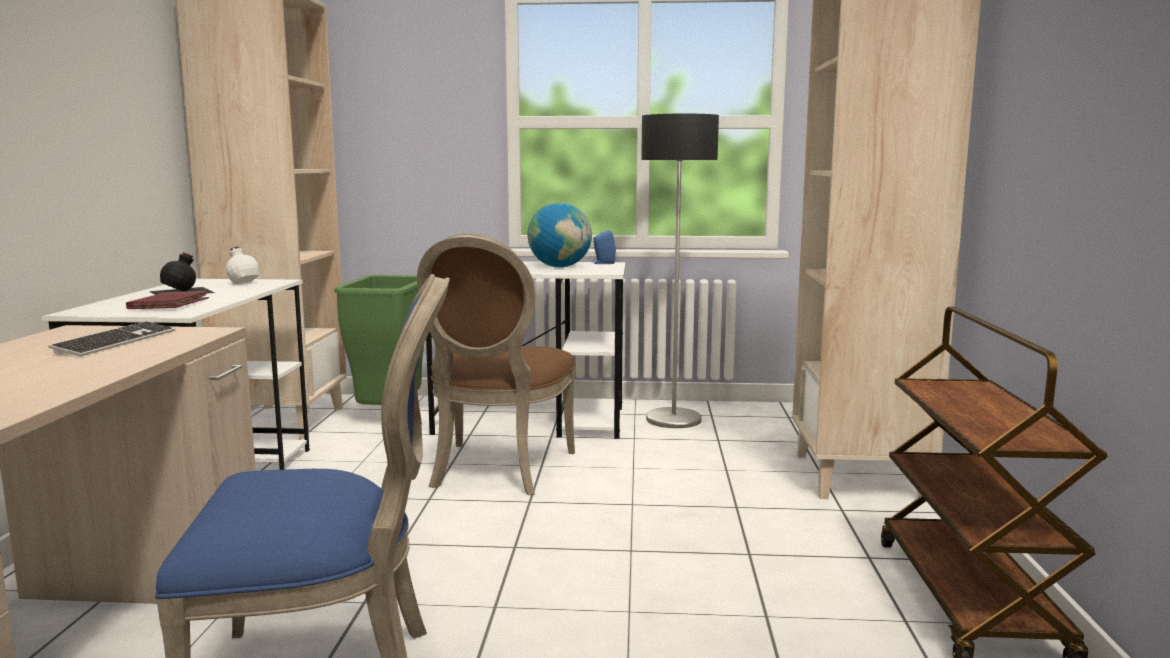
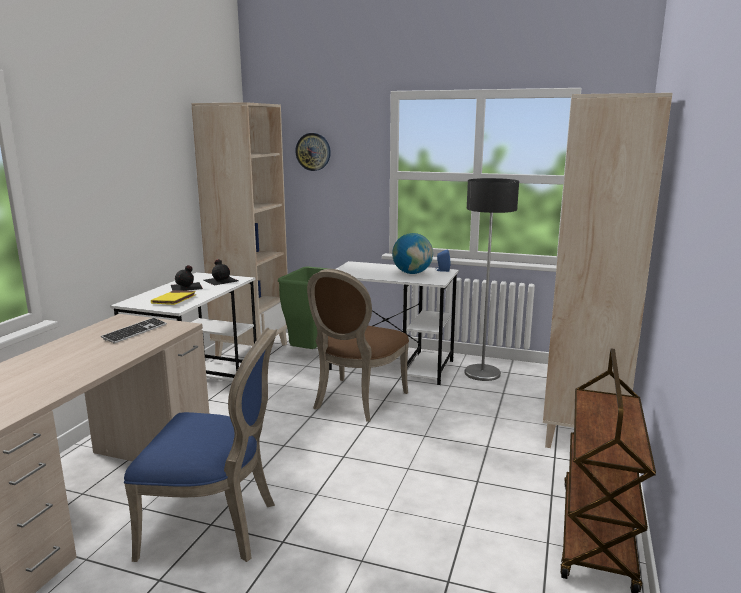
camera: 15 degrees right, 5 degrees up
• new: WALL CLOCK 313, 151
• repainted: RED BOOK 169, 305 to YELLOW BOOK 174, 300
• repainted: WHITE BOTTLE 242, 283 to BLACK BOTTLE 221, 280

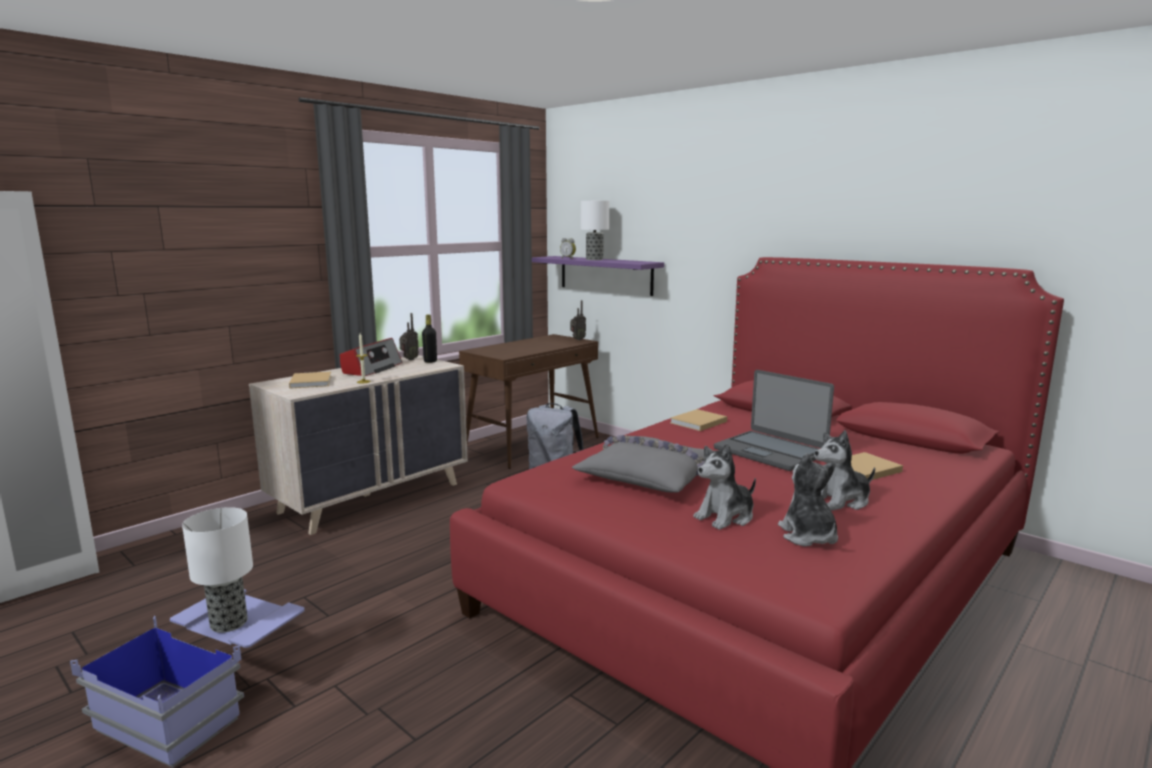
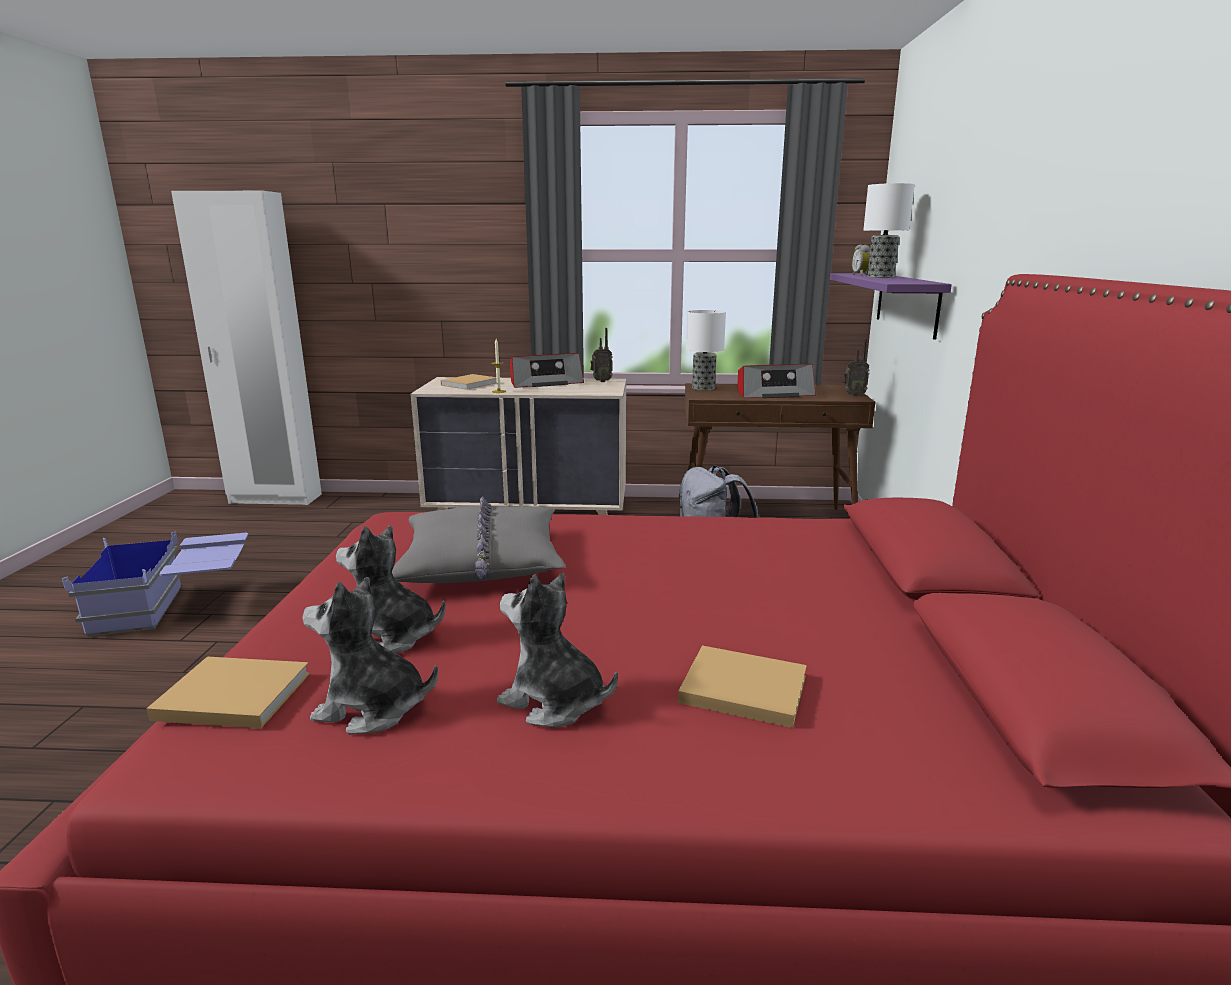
camera: 50 degrees right, 5 degrees up
• gone: BLACK BOTTLE 430, 361
• gone: LAPTOP 770, 451
• new: RADIO 773, 394
• shifted: TABLE LAMP 230, 622 to 704, 388
• shifted: BEIGE BOOK 697, 422 to 229, 695
• rotated: PLUSH TOY 808, 536 = 372, 708 120 degrees counterclockwise

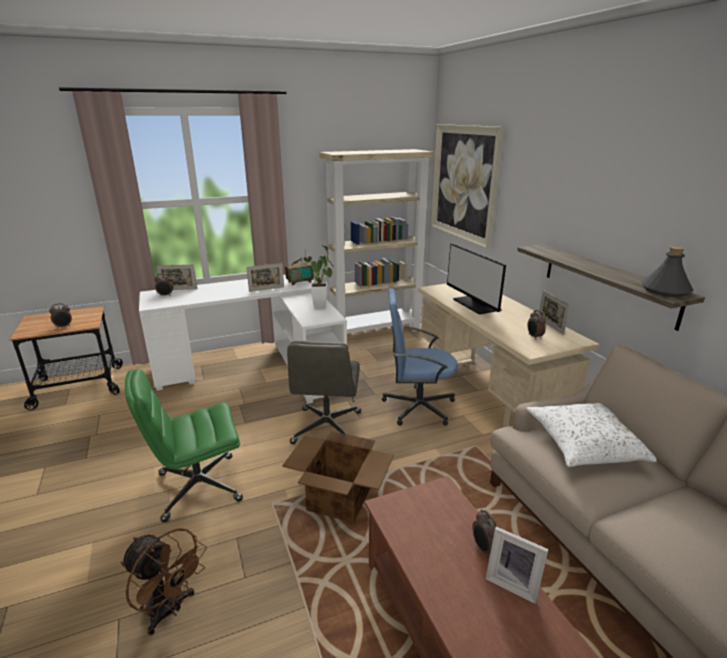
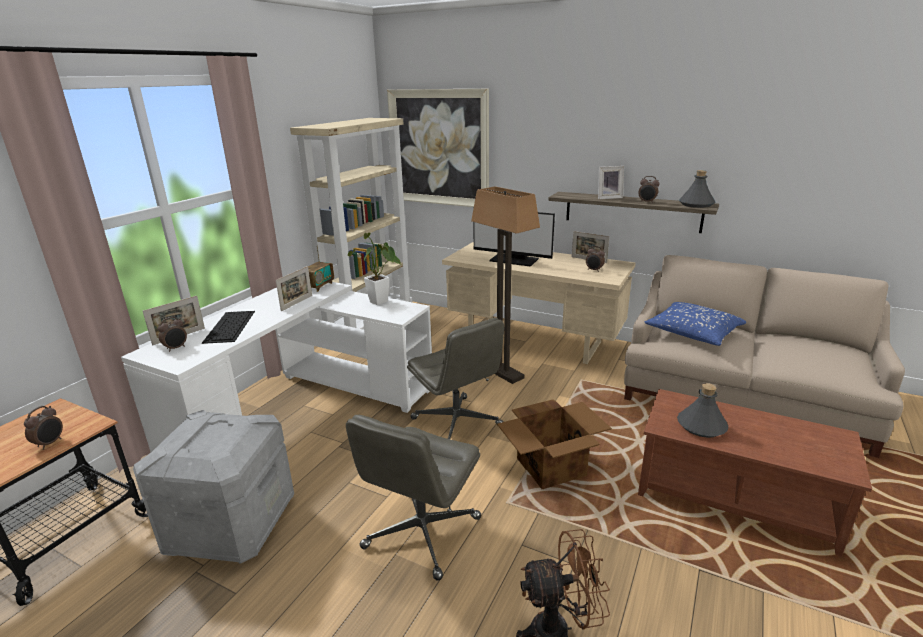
camera: 40 degrees left, 0 degrees up
• new: GREY STORAGE BOX 231, 524
• new: KEYBOARD 230, 326
• new: GREY BOTTLE 701, 426
• shifted: ALARM CLOCK 484, 549 to 647, 202
• shifted: PICTURE FRAME 513, 583 to 608, 197
• swapped: BLUE OFFICE CHAIR 417, 407 to FLOOR LAMP 502, 372
• repainted: GREEN OFFICE CHAIR 198, 487 to GREY OFFICE CHAIR 421, 534
• repainted: WHITE PILLOW 583, 444 to BLUE PILLOW 692, 333

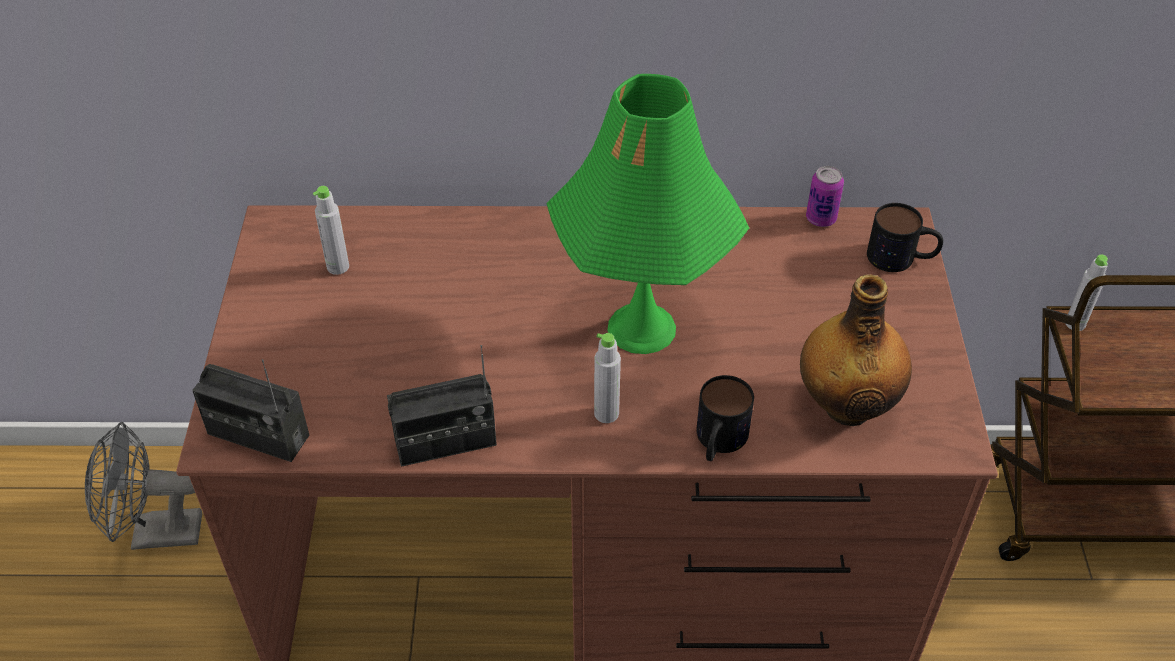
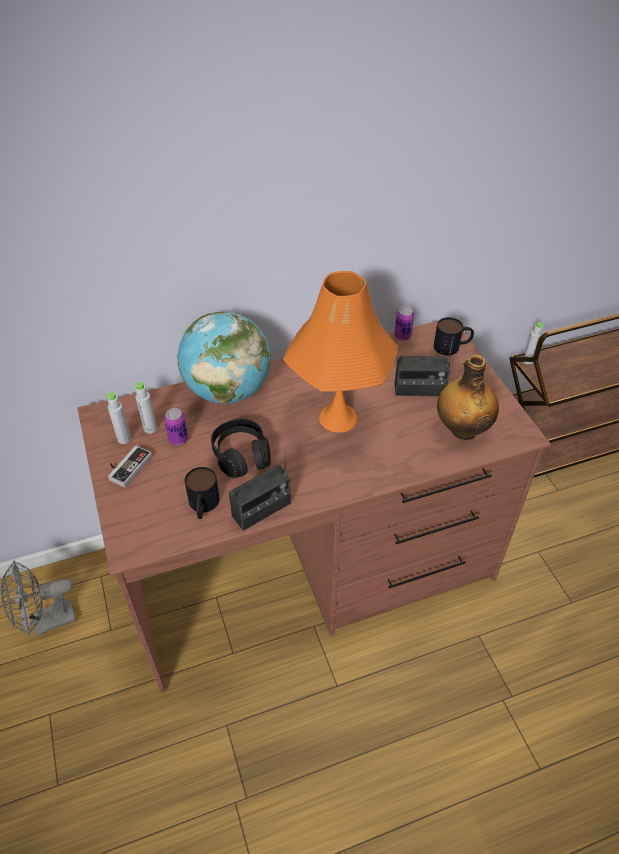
camera: 20 degrees left, 0 degrees up
• new: GAME CONTROLLER 127, 466
• new: CAN 178, 439
• new: GLOBE 228, 391
• new: BLACK HEADPHONES 241, 455
• shifted: RADIO 258, 435 to 419, 389
• shifted: GREY BOTTLE 606, 413 to 124, 439
• shifted: MUG 718, 442 to 203, 506
• repainted: GREEN TABLE LAMP 641, 327 to ORANGE TABLE LAMP 338, 417

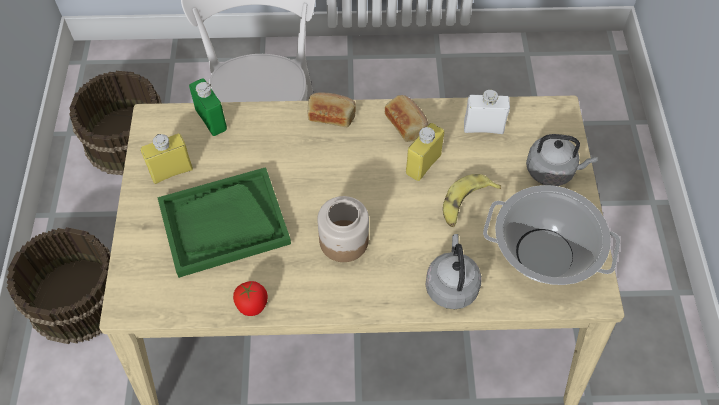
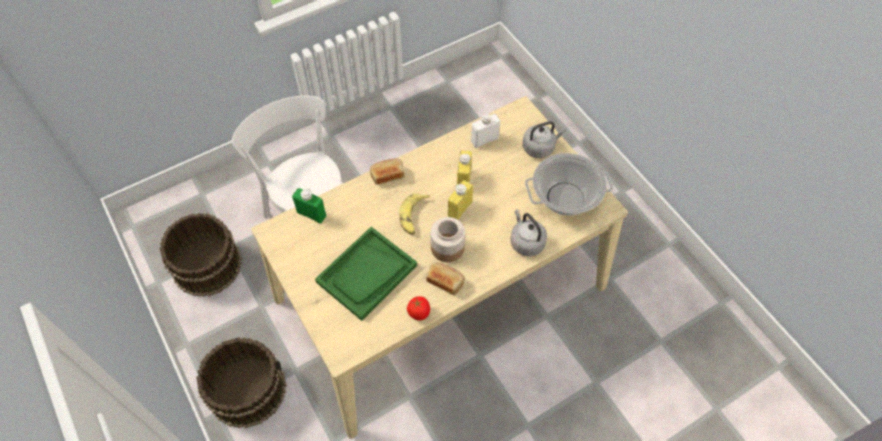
camera: 30 degrees left, 0 degrees up
• shifted: YELLOW BOTTLE 171, 171 to 460, 209
• shifted: BREAD 407, 124 to 445, 281
• shifted: BANANA 465, 204 to 413, 216

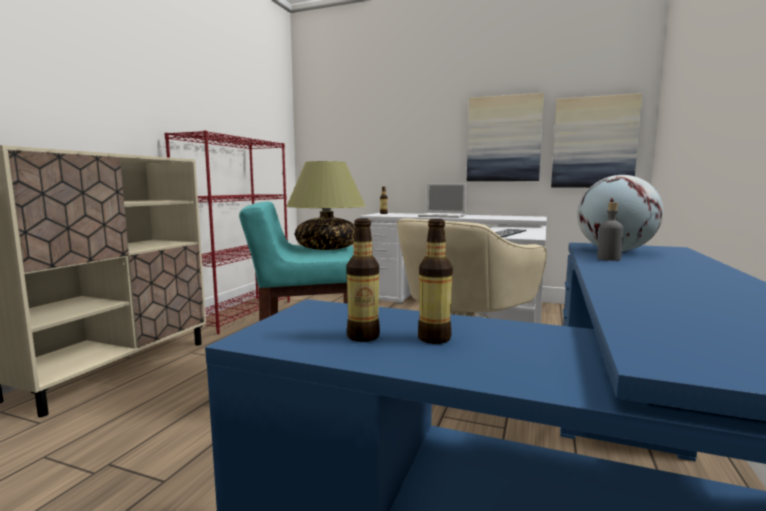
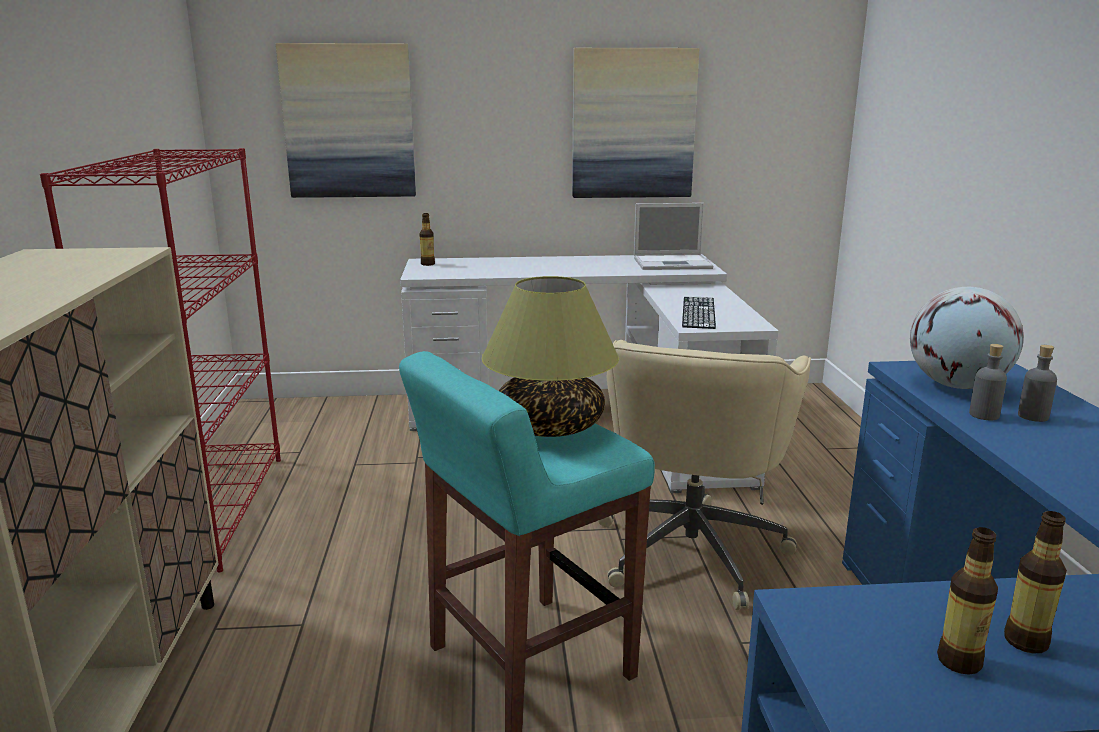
camera: 25 degrees left, 10 degrees up
• new: GREY BOTTLE 1033, 416
• shifted: LAPTOP 443, 216 to 673, 263
• shifted: PICTURE 594, 143 to 349, 121

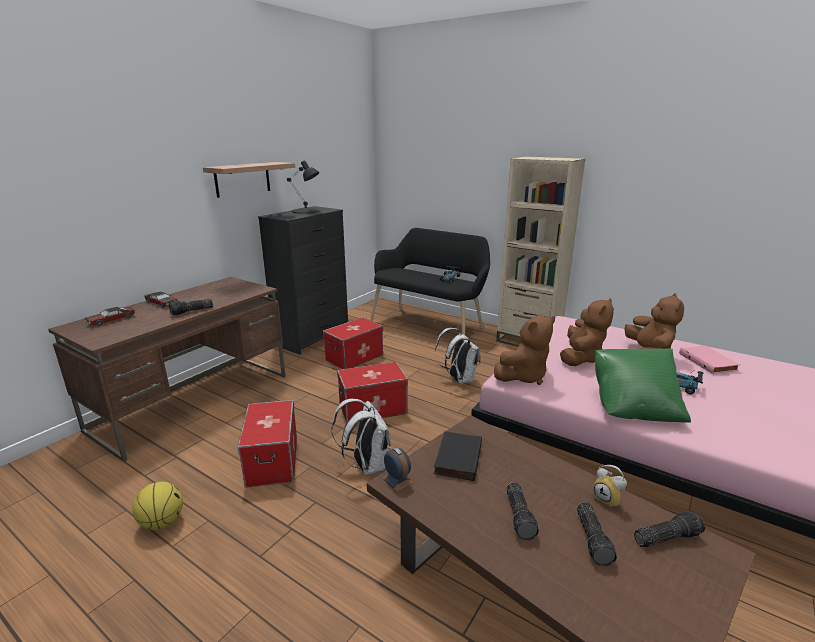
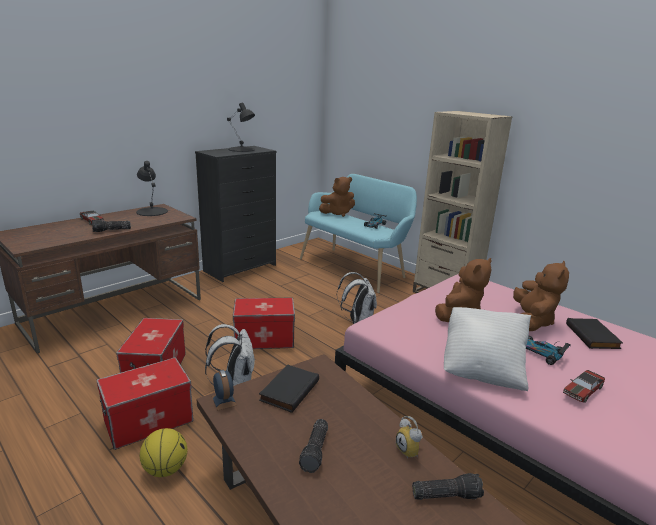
camera: 10 degrees right, 0 degrees up
• gone: SHELF 242, 179
• gone: FLASHLIGHT 594, 540
• new: BLACK TABLE LAMP 152, 211
• shifted: TOY CAR 111, 320 to 582, 391
• shifted: BASKETBALL 162, 522 to 165, 469
• shifted: STORAGE BOX 354, 357 to 148, 421
• shifted: BROWN PLUSH TOY 523, 376 to 338, 213
• repainted: BLACK BENCH 430, 323 to TURQUOISE BENCH 355, 267
• repainted: GREEN PILLOW 634, 407 to WHITE PILLOW 482, 369
• repainted: PINK BOOK 709, 362 to BLACK BOOK 593, 336

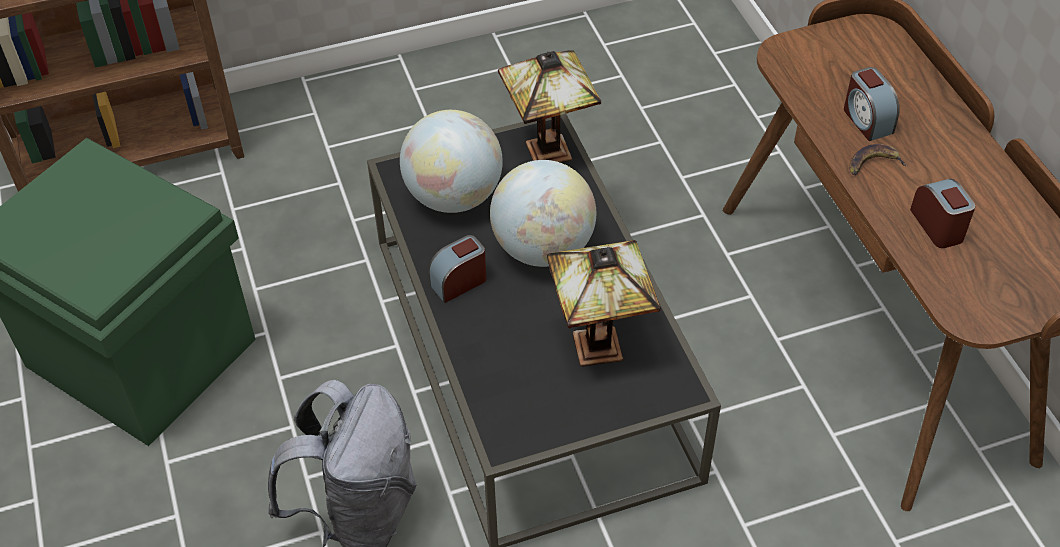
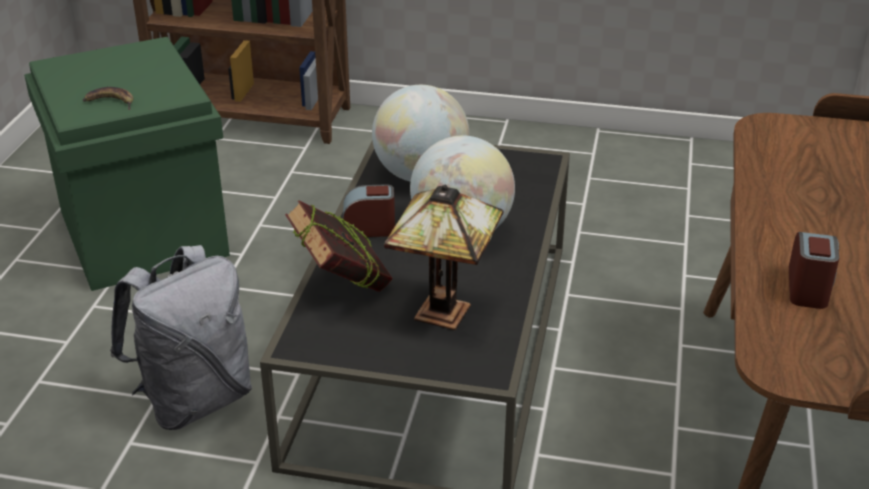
camera: 30 degrees right, 15 degrees down
• gone: TABLE LAMP 552, 153
• gone: ALARM CLOCK 866, 120
• new: BOOK 341, 288
• shifted: BANANA 873, 164 to 110, 102

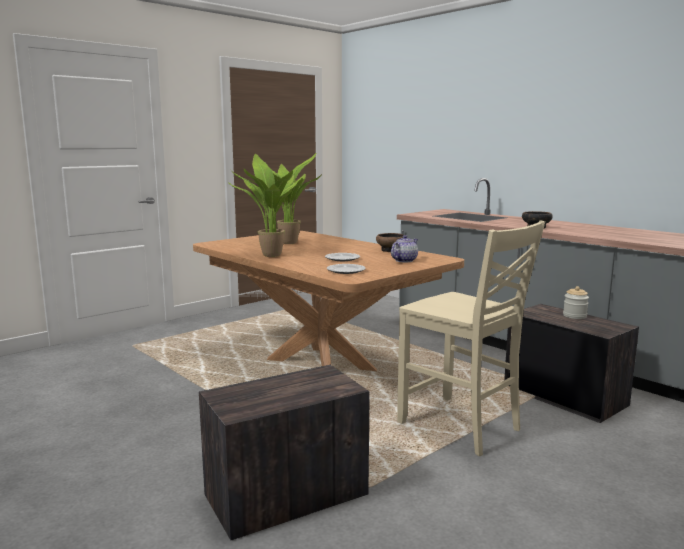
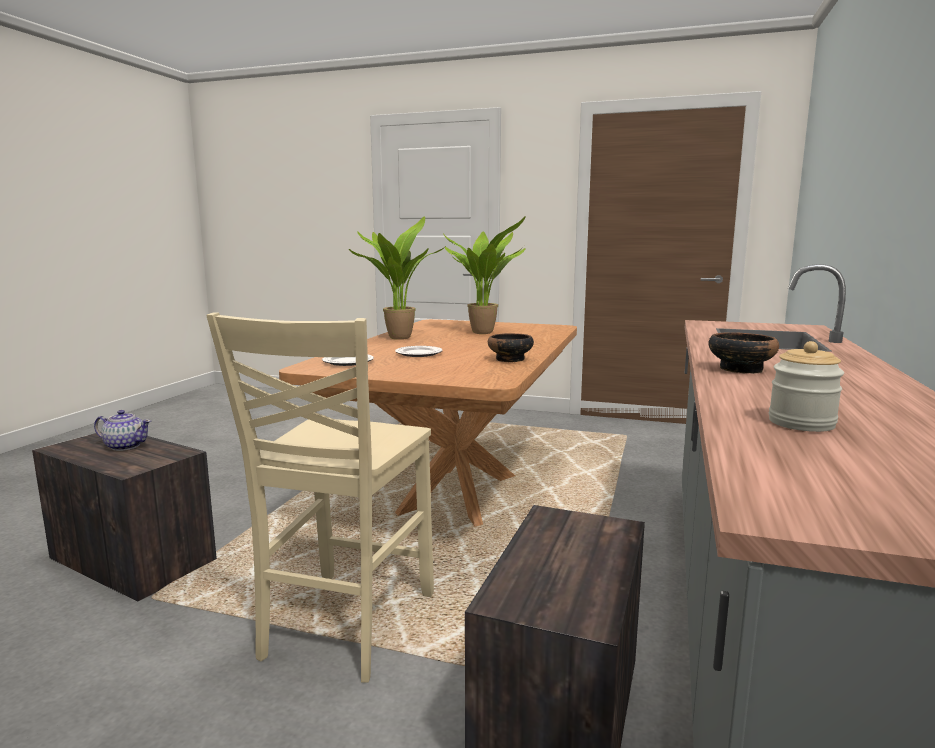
camera: 60 degrees right, 0 degrees up
• shifted: TEAPOT 403, 260 to 125, 446
• shifted: JAR 574, 316 to 801, 423

